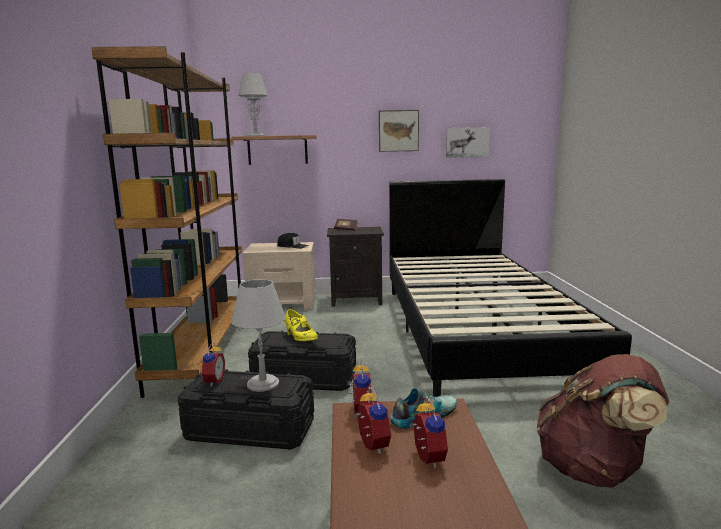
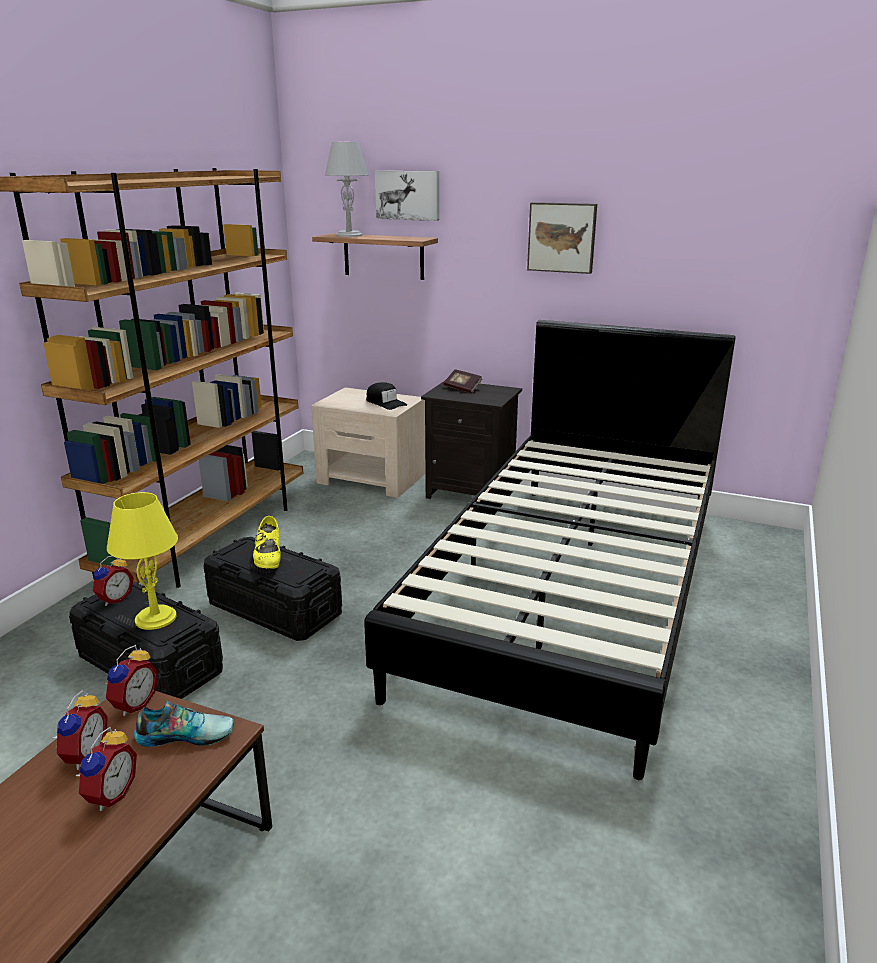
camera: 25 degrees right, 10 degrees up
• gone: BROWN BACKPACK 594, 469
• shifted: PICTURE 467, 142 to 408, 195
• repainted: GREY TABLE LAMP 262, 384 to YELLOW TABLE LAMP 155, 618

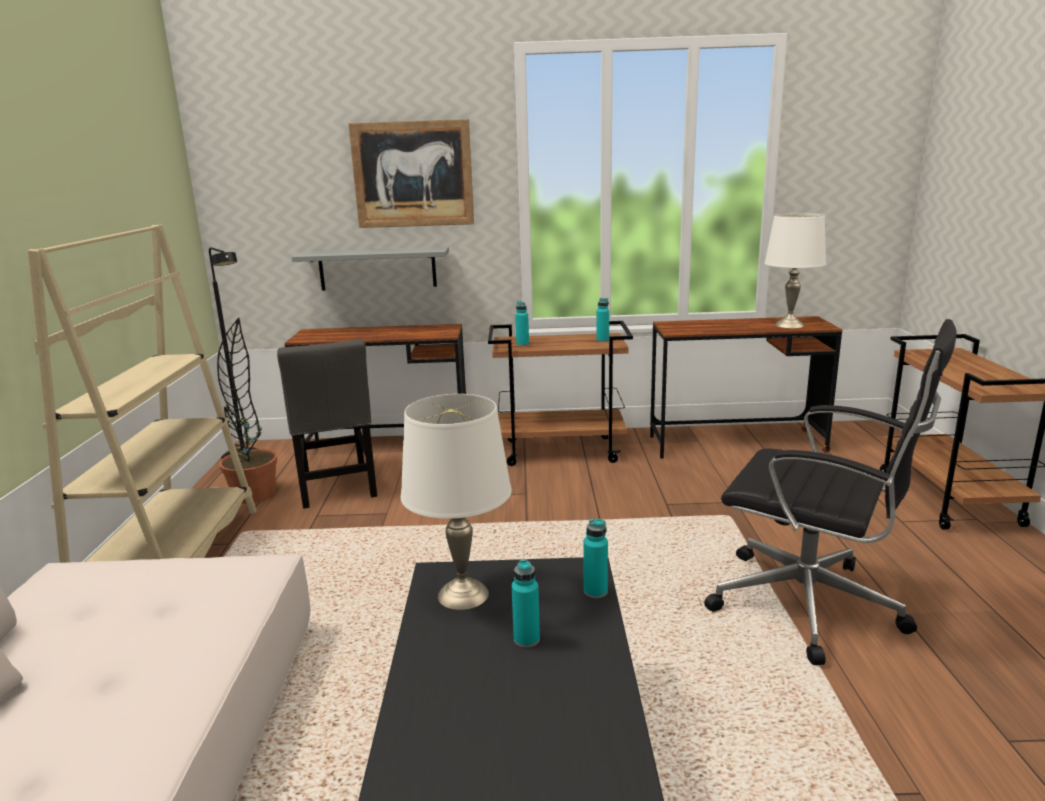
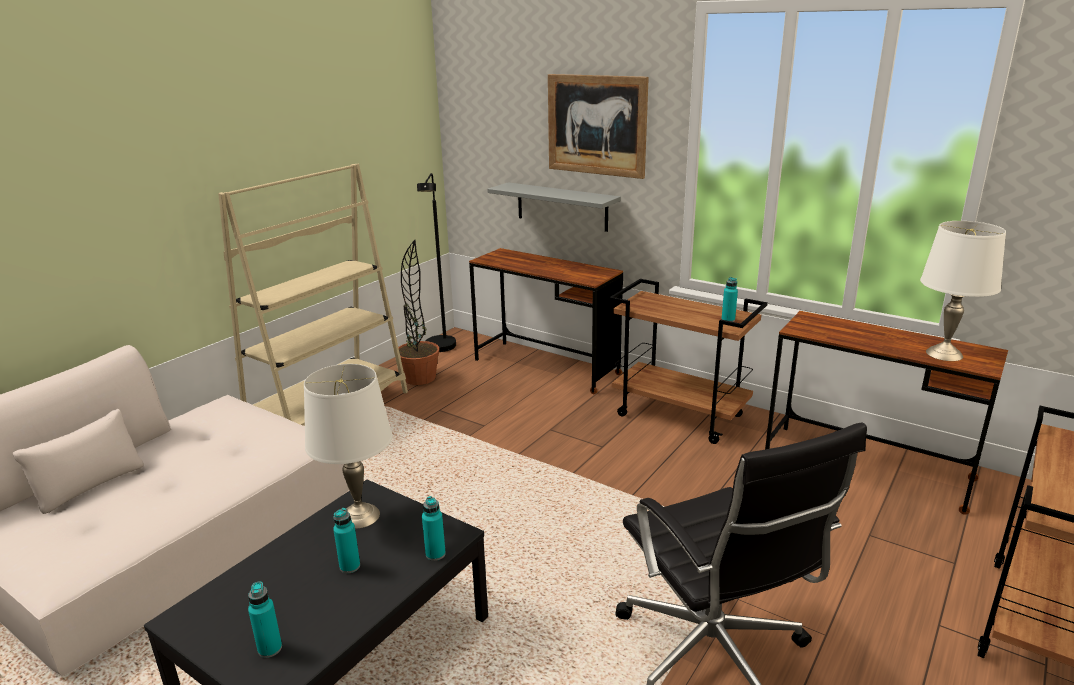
camera: 35 degrees right, 5 degrees up
• gone: GREY CHAIR 337, 486
• shifted: TURQUOISE BOTTLE 522, 344 to 270, 649

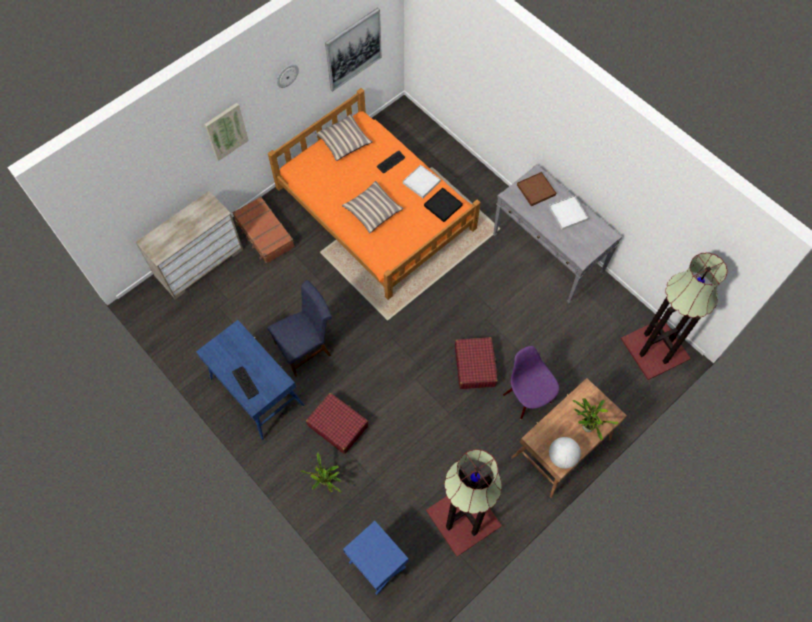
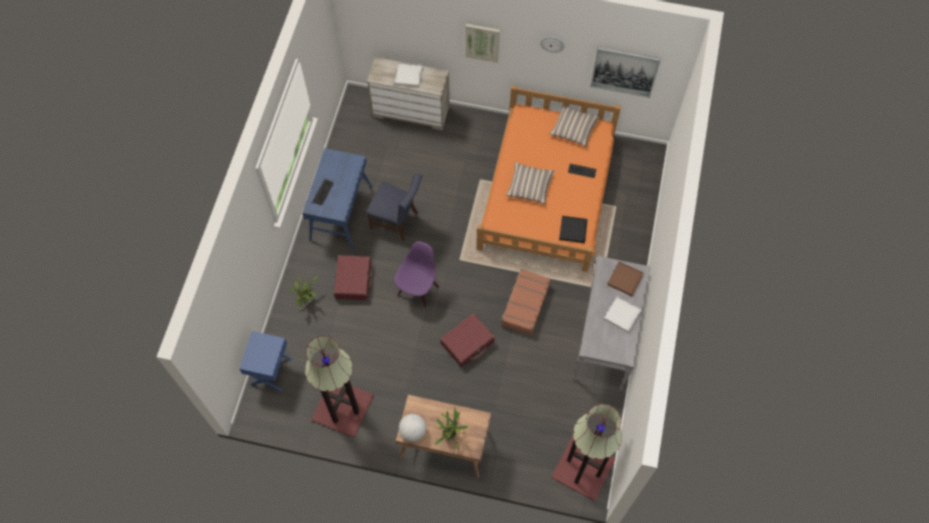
camera: 55 degrees right, 0 degrees up
• shifted: BROWN SUITCASE 264, 234 to 525, 305
• shifted: WHITE TRAY 421, 182 to 408, 76
• shifted: PURPLE CHAIR 527, 398 to 417, 290

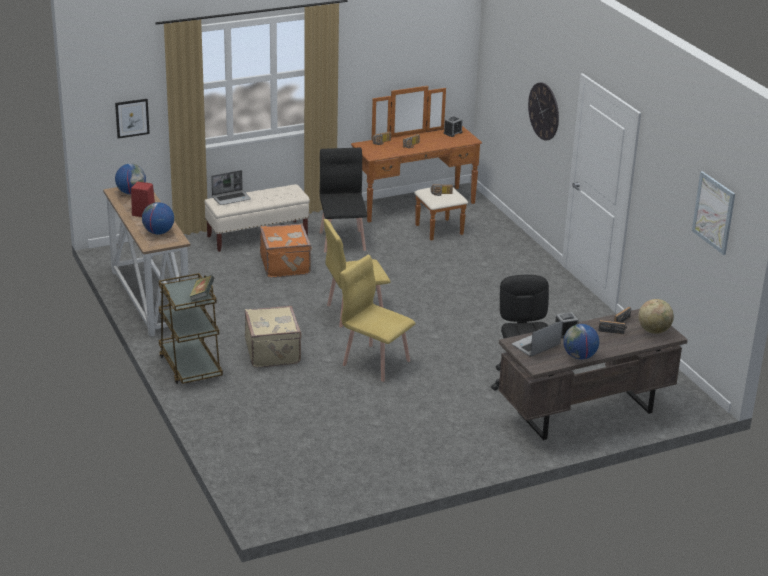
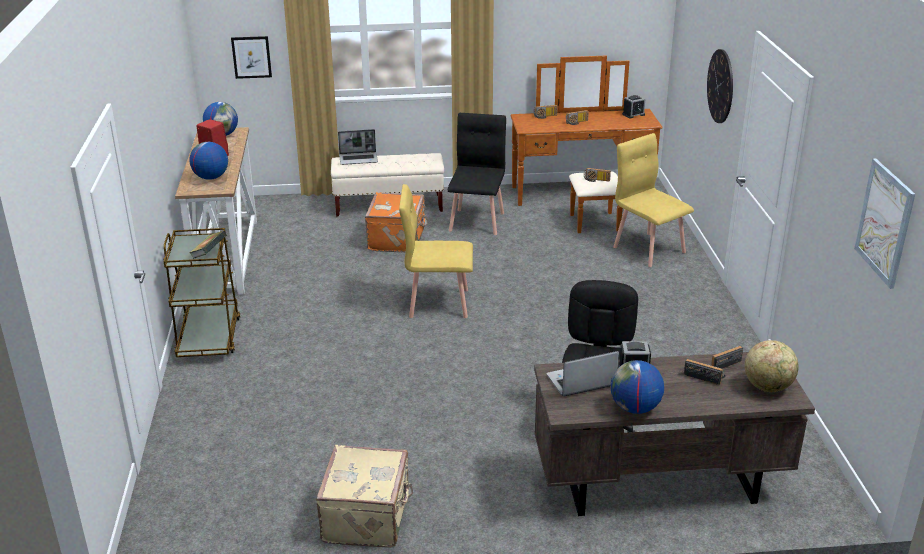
camera: 20 degrees right, 0 degrees up
• shifted: BEIGE SUITCASE 273, 352 to 368, 517
• shifted: YELLOW CHAIR 376, 362 to 649, 249

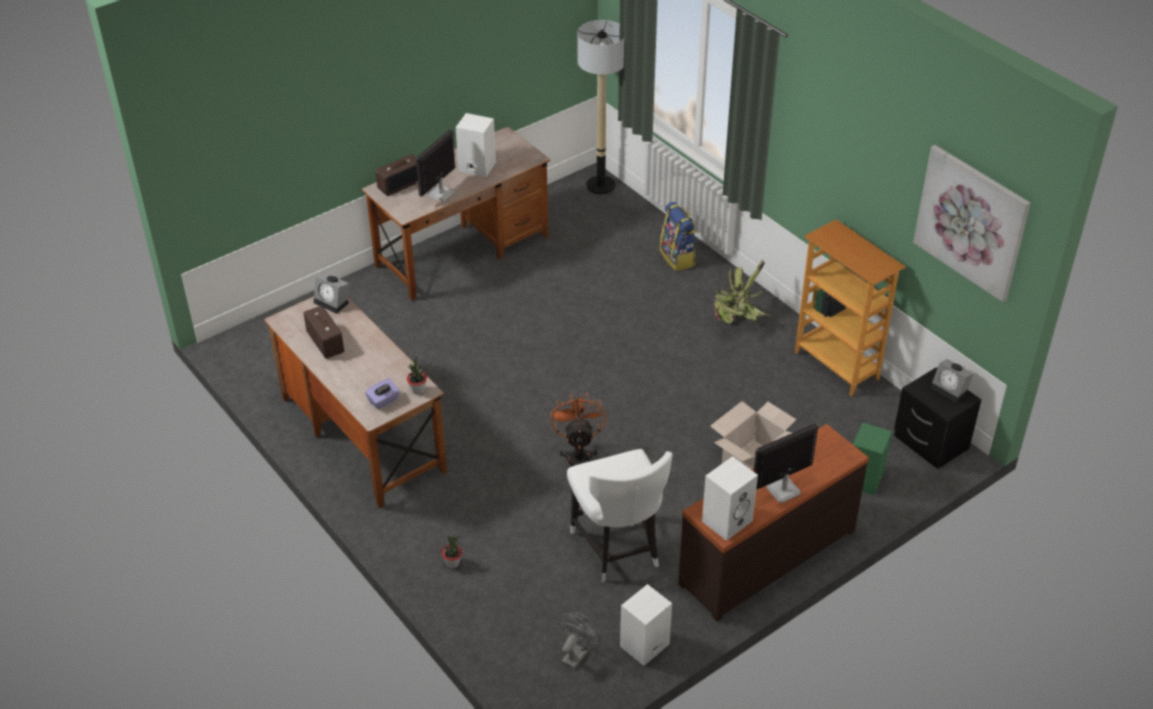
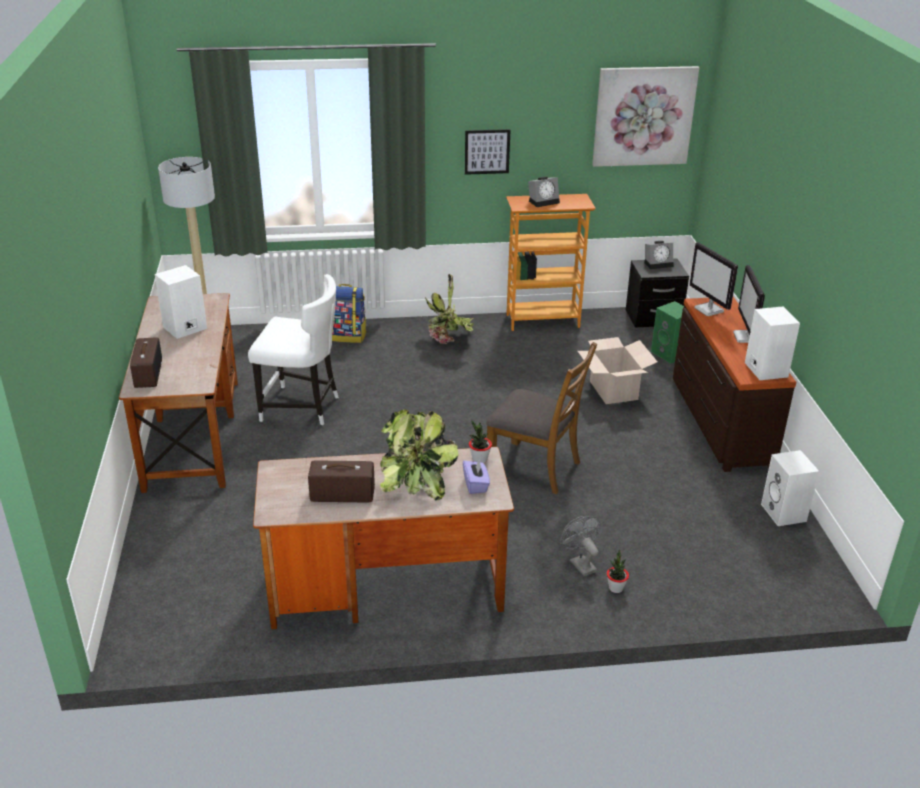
camera: 60 degrees left, 10 degrees down
• new: POTTED PLANT 414, 480
• new: PICTURE 487, 151
• shifted: ALARM CLOCK 333, 302 to 544, 201
• shifted: MONITOR 440, 194 to 709, 310
• shifted: GREY FAN 577, 654 to 580, 563
• shifted: WHITE CHAIR 618, 549 to 302, 407
• swapped: ORANGE FAN 578, 455 to BROWN CHAIR 535, 467

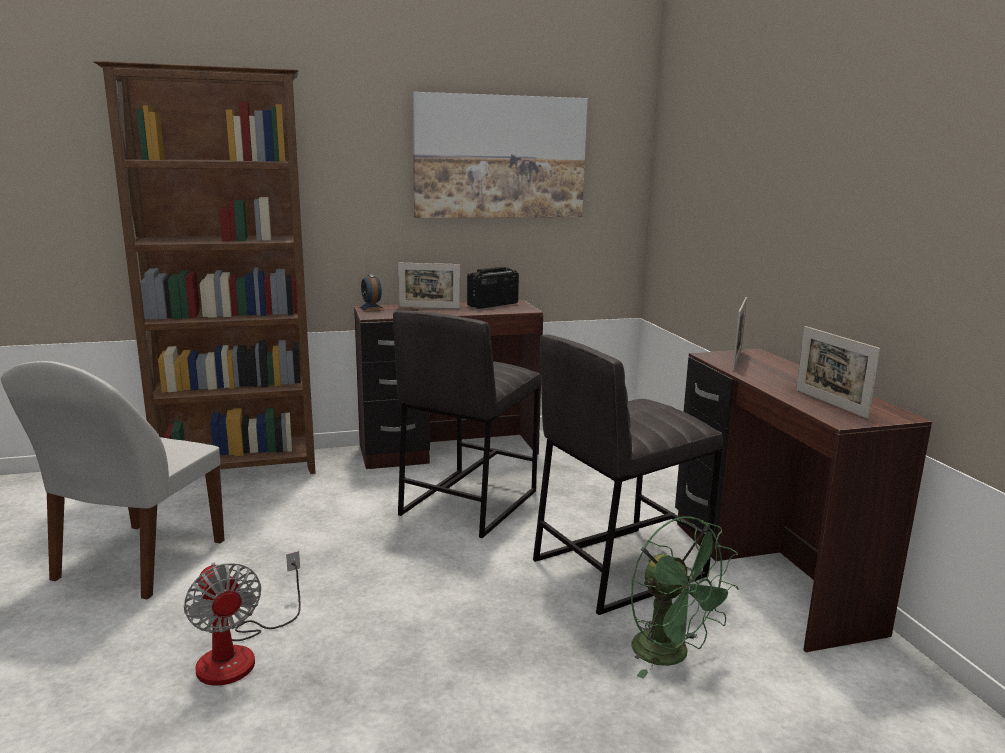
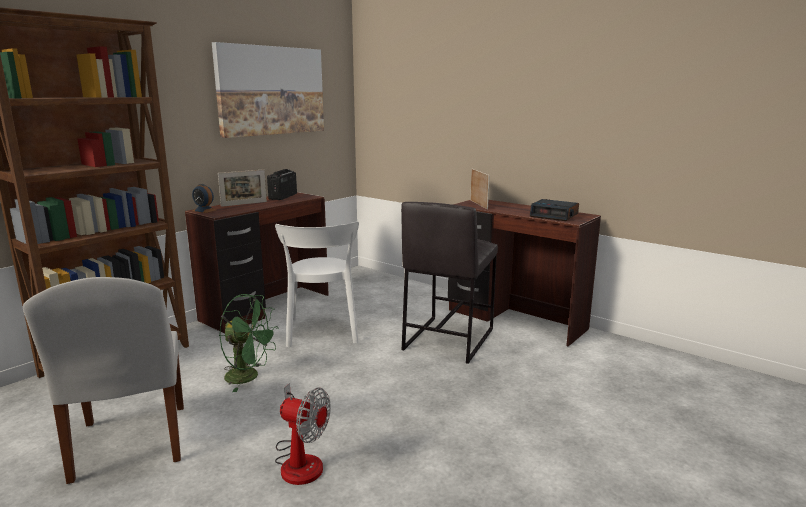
camera: 35 degrees left, 0 degrees up
• shifted: GREEN FAN 671, 655 to 249, 377
• swapped: GREY STOOL 467, 502 to WHITE CHAIR 322, 333
• swapped: PICTURE FRAME 830, 403 to ALARM CLOCK 554, 215

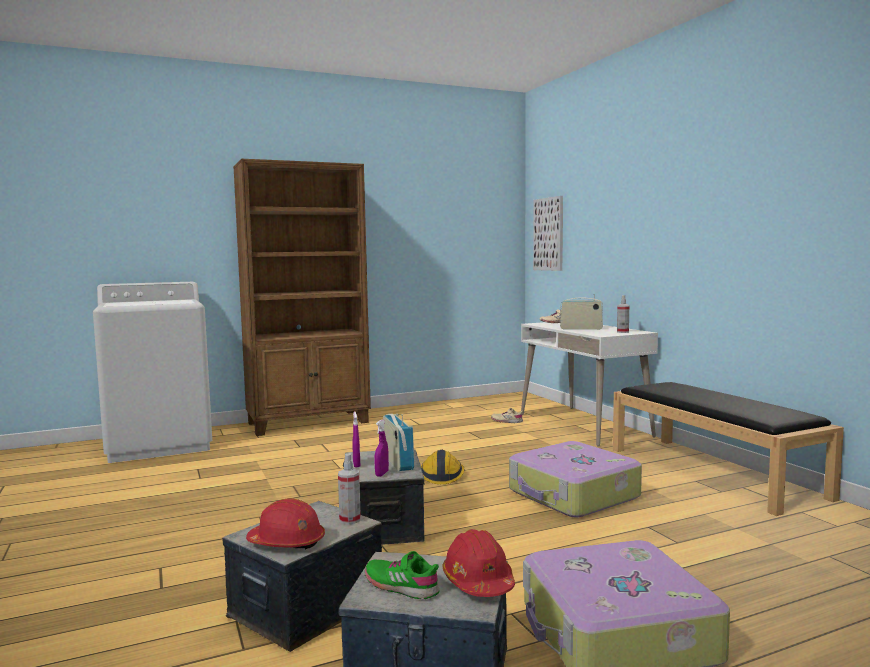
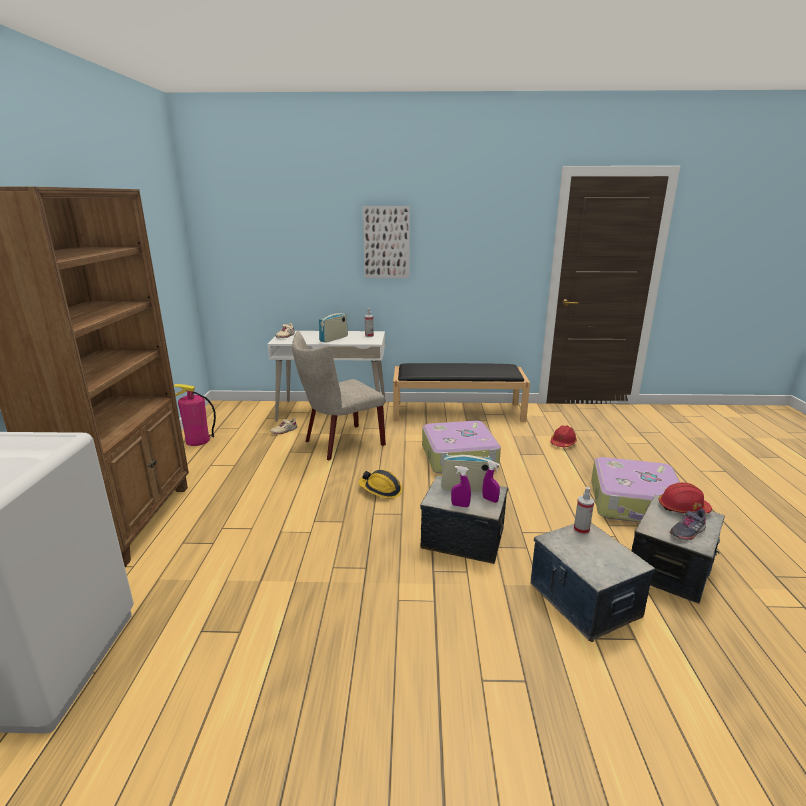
camera: 65 degrees left, 15 degrees up
• new: FIRE EXTINGUISHER 197, 441
• new: BEIGE CHAIR 339, 443
• shifted: RED HARD HAT 287, 542 to 563, 443
• shifted: PICTURE 548, 234 to 386, 242
• repainted: GREEN SHOE 401, 586 to GREY SHOE 687, 531

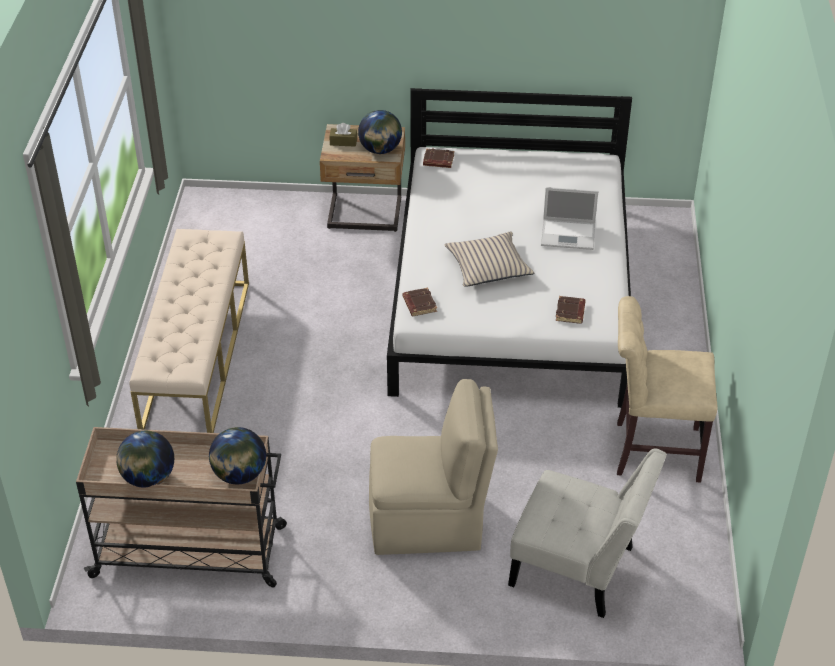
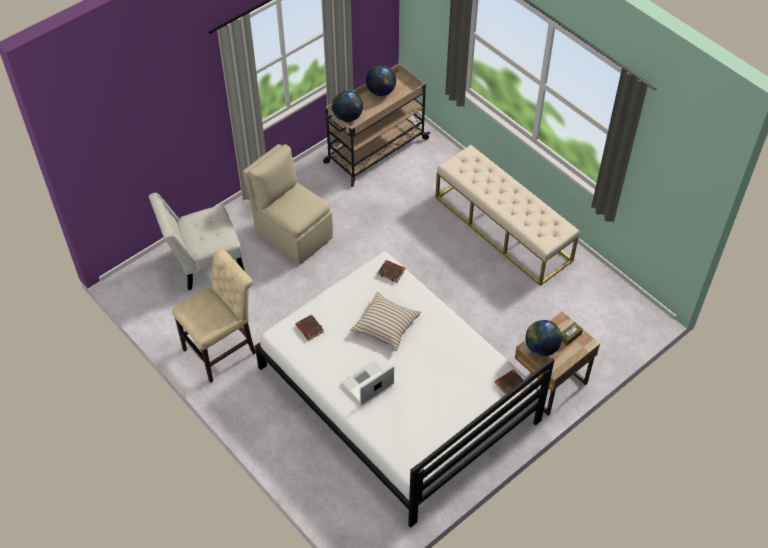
camera: 135 degrees right, 10 degrees up
• rotated: BEIGE CHAIR 429, 522 = 292, 234 90 degrees clockwise

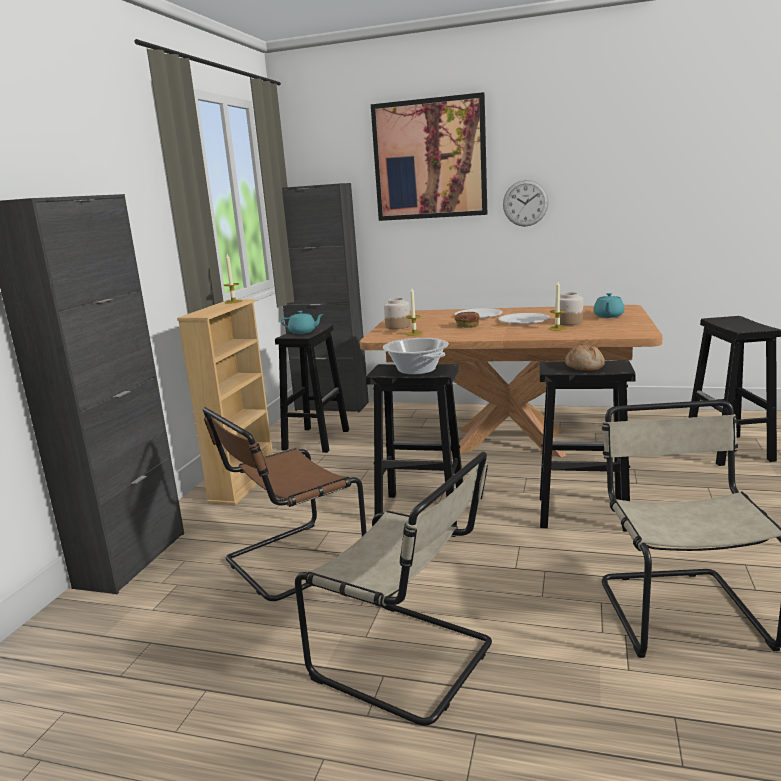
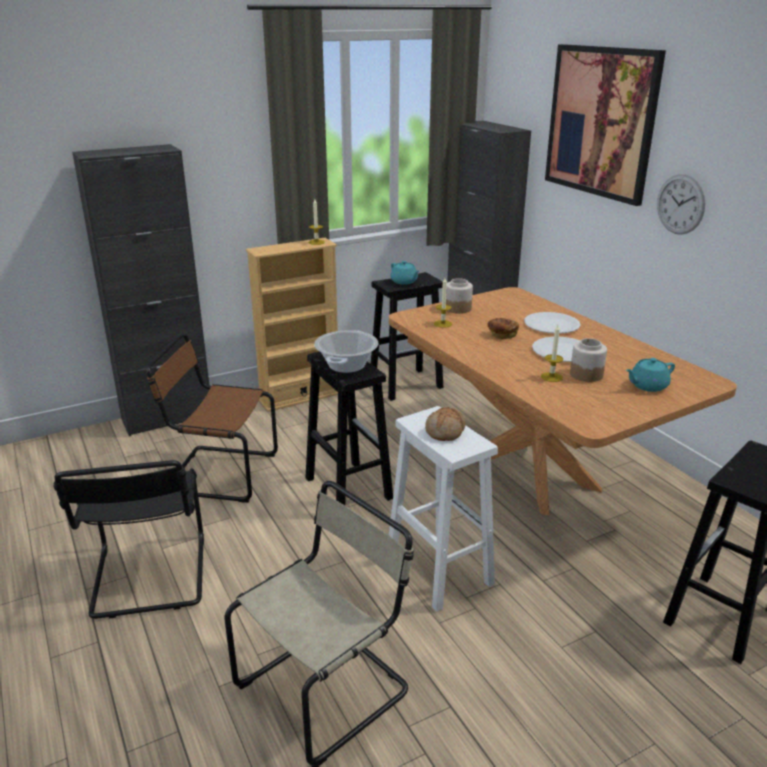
camera: 45 degrees right, 10 degrees up
• repainted: BEIGE CHAIR 409, 661 to BLACK CHAIR 149, 579
• repainted: BLACK STOOL 580, 513 to WHITE STOOL 437, 570

